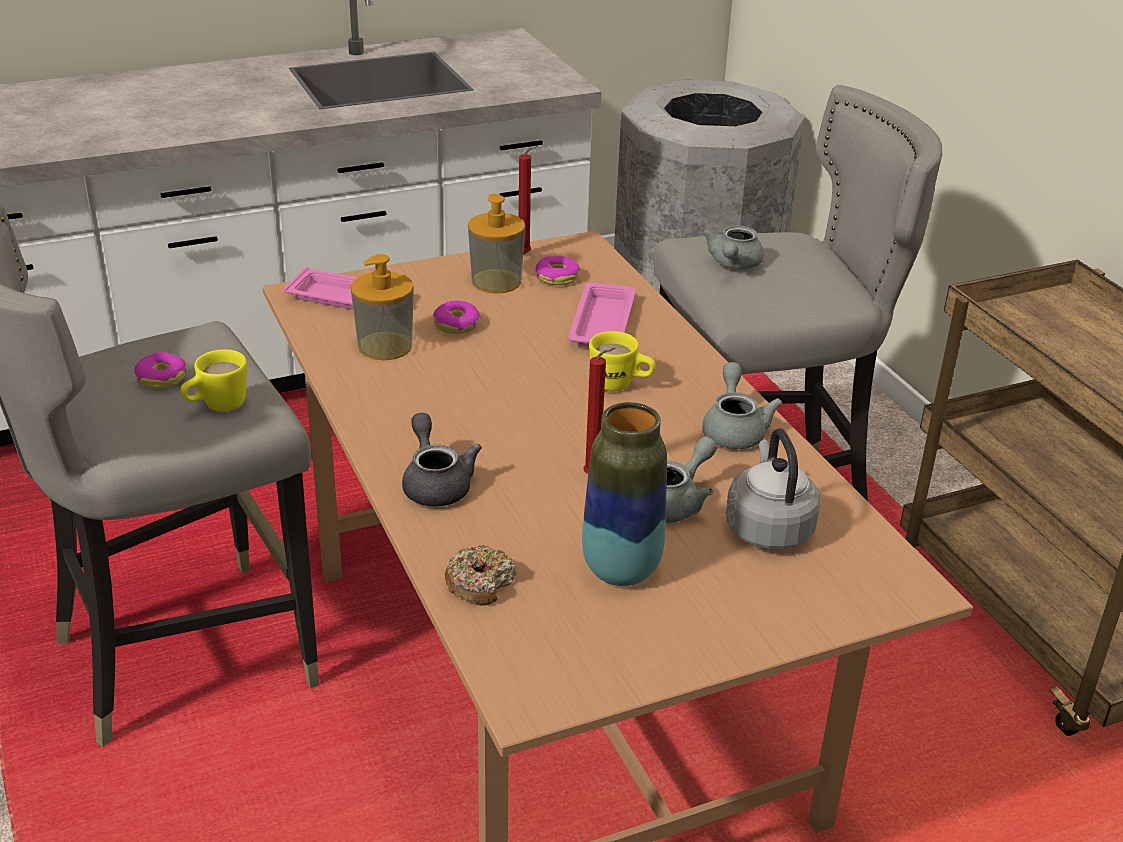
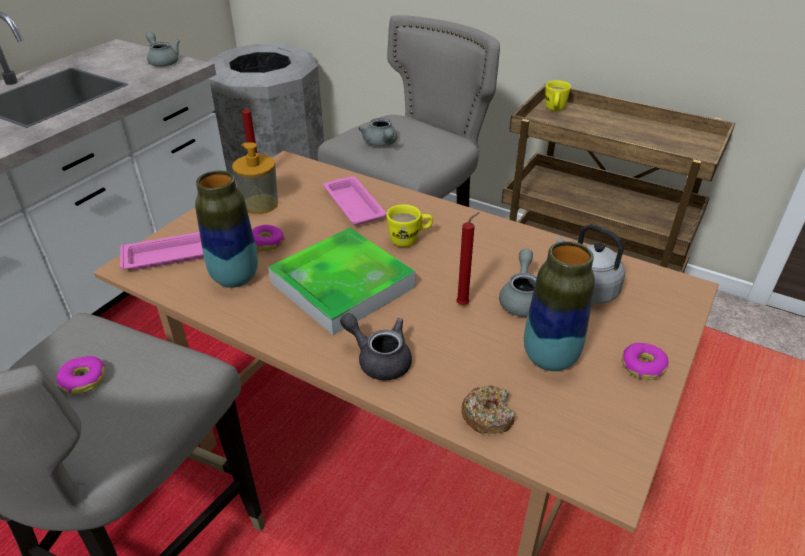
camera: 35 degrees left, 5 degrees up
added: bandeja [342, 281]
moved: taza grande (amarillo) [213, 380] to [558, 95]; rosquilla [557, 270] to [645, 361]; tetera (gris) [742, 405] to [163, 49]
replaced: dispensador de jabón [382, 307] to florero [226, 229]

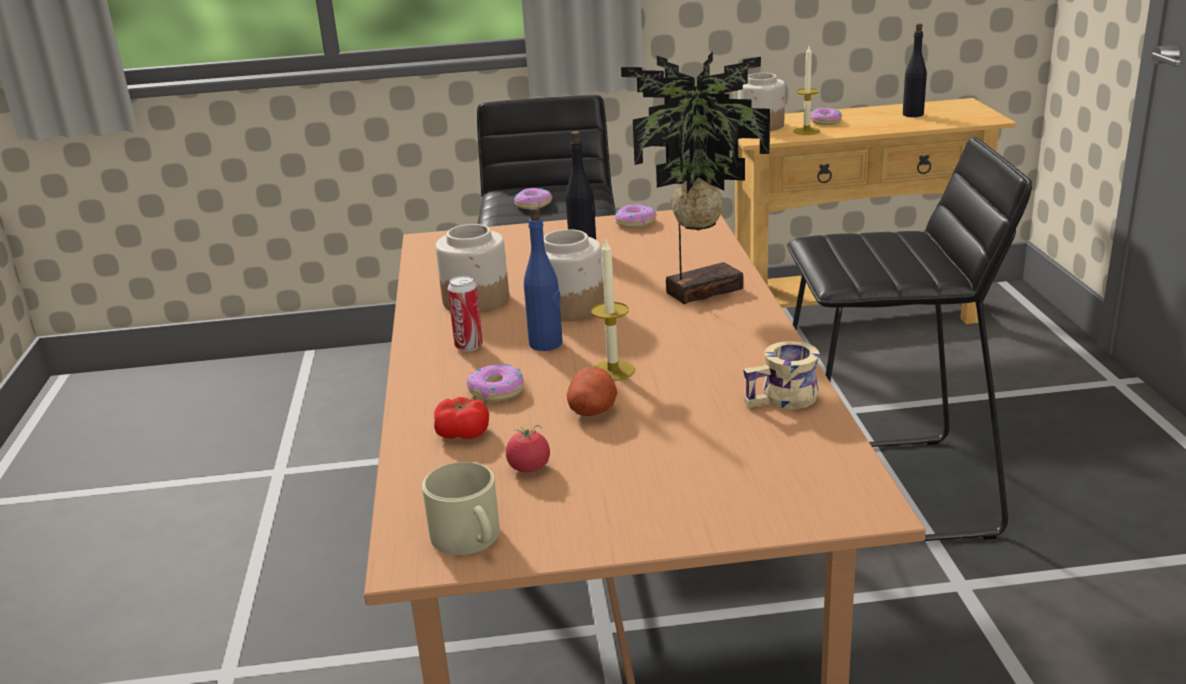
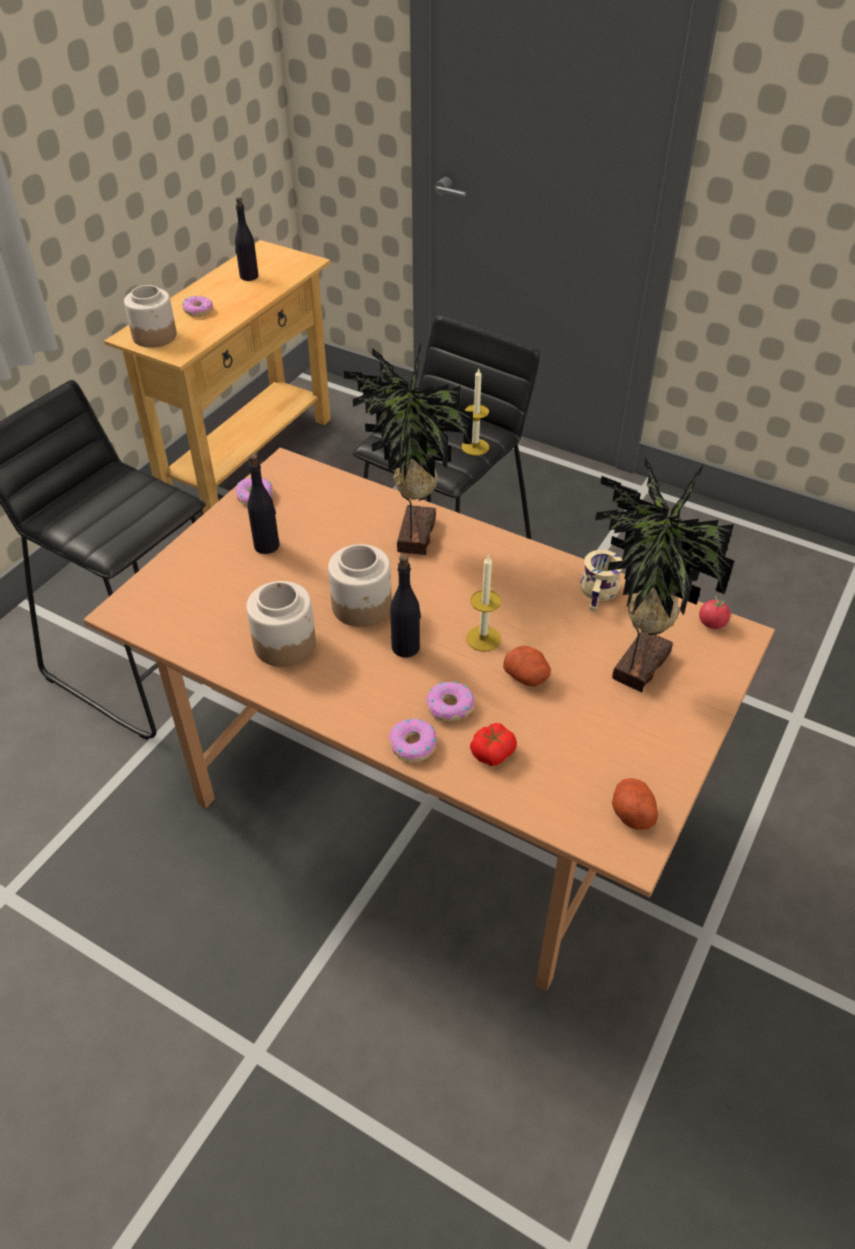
camera: 55 degrees left, 20 degrees up
removed: lata [465, 313]
added: planta en maceta [664, 574]
moved: tomate [528, 448] to [714, 612]; rosquilla [533, 198] to [413, 740]; vela [807, 90] to [475, 412]
replaced: taza grande (beis) [460, 508] to patata [635, 804]
recoloured: botella (azul) [543, 278] to botella (negro) [405, 606]

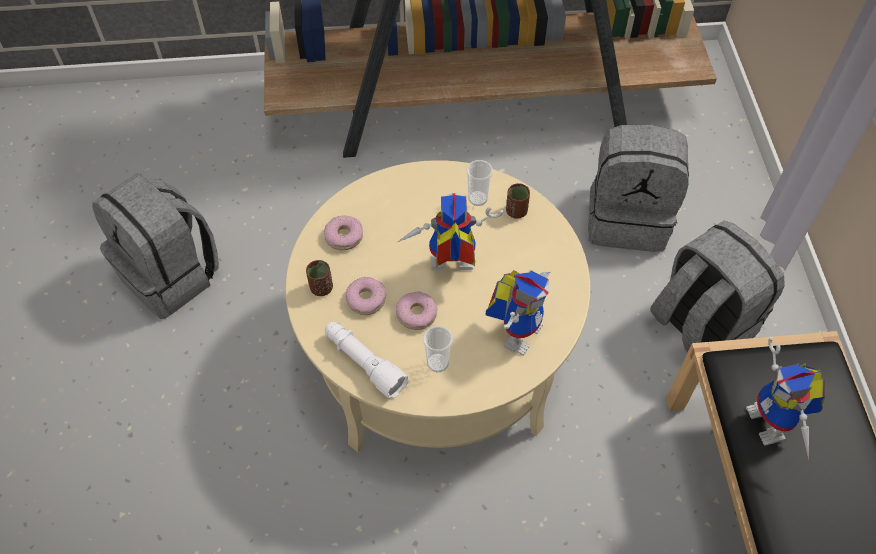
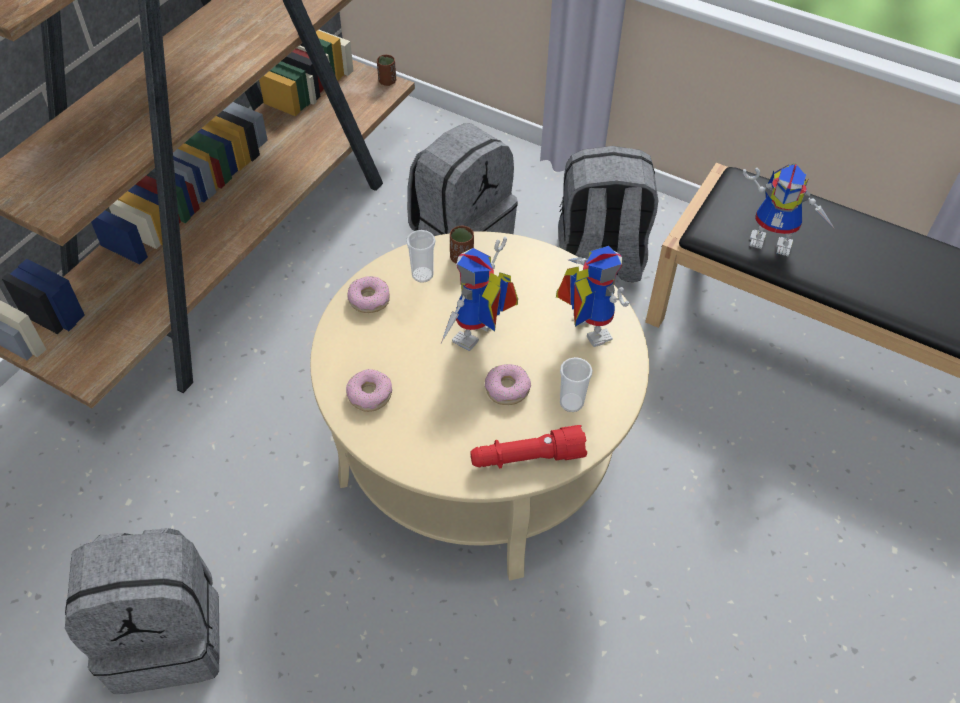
camera: 55 degrees left, 5 degrees down
moved: taza (marrón) [319, 278] to [386, 70]; rosquilla [366, 296] to [368, 294]
recoloured: linterna (blanco) [366, 360] to linterna (rojo) [528, 446]

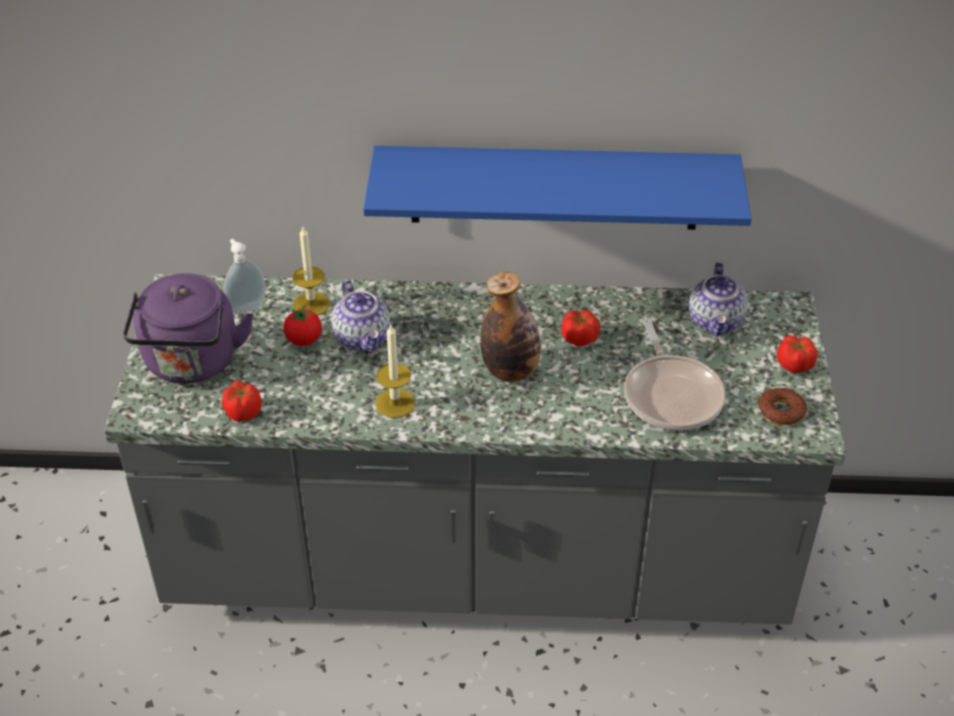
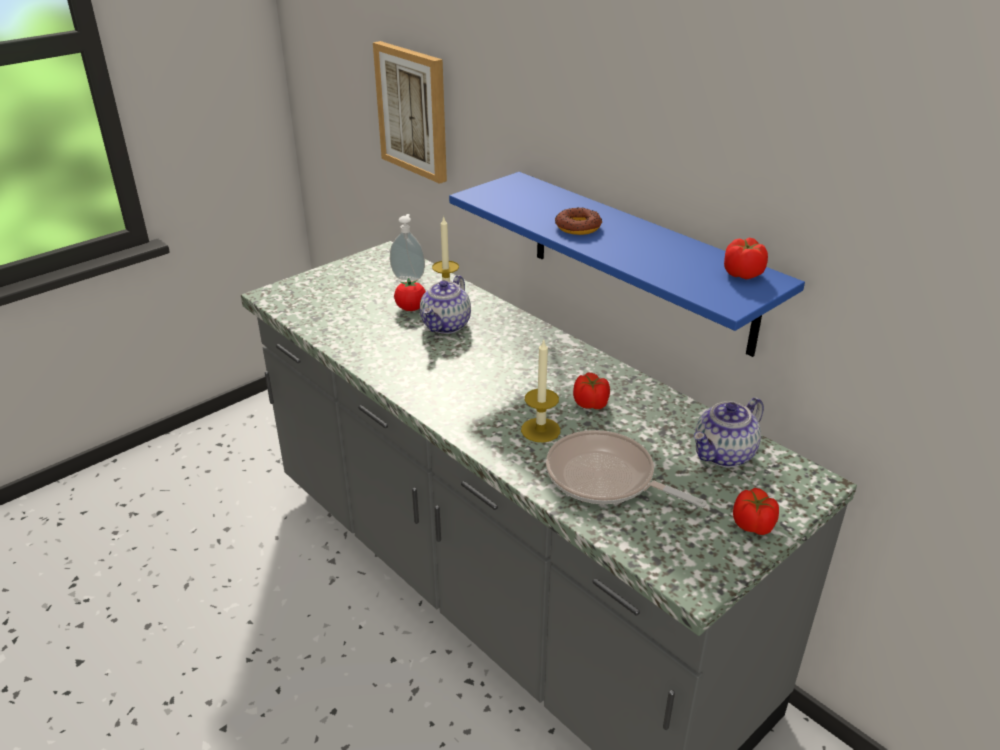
camera: 45 degrees right, 10 degrees down
removed: hervidor (morado) [188, 328]; botella [510, 327]
added: cuadro [410, 112]
moved: tomate [242, 401] to [746, 259]; vela [395, 370] to [540, 391]; rosquilla [782, 406] to [578, 221]
turned: sartén [675, 374] = [626, 469] 90 degrees clockwise

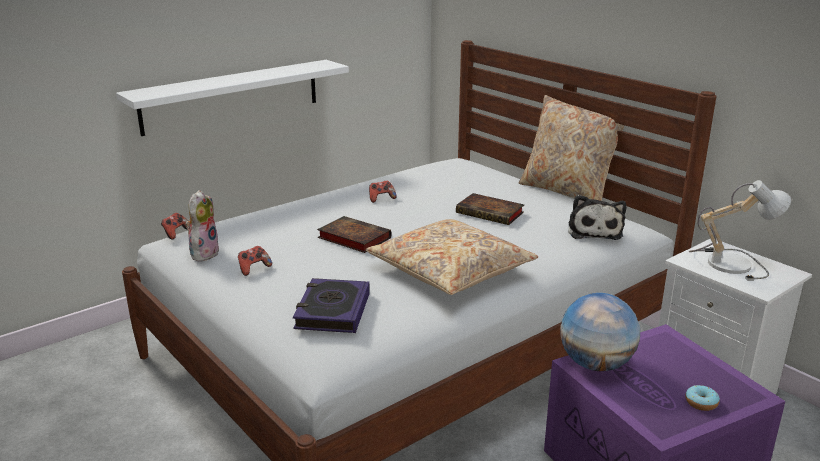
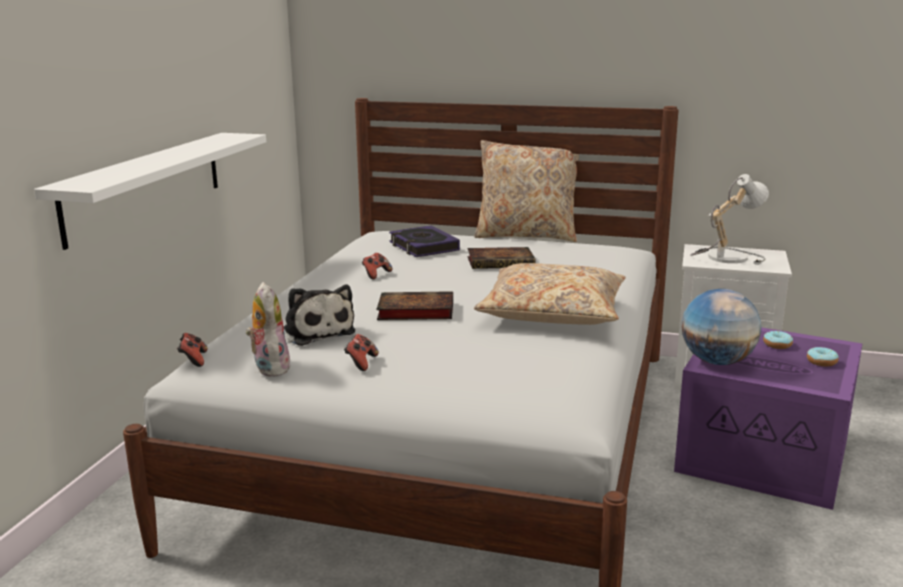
camera: 35 degrees left, 5 degrees down
added: rosquilla [778, 339]
moved: libro [331, 305] to [424, 241]; peluche [597, 217] to [319, 315]

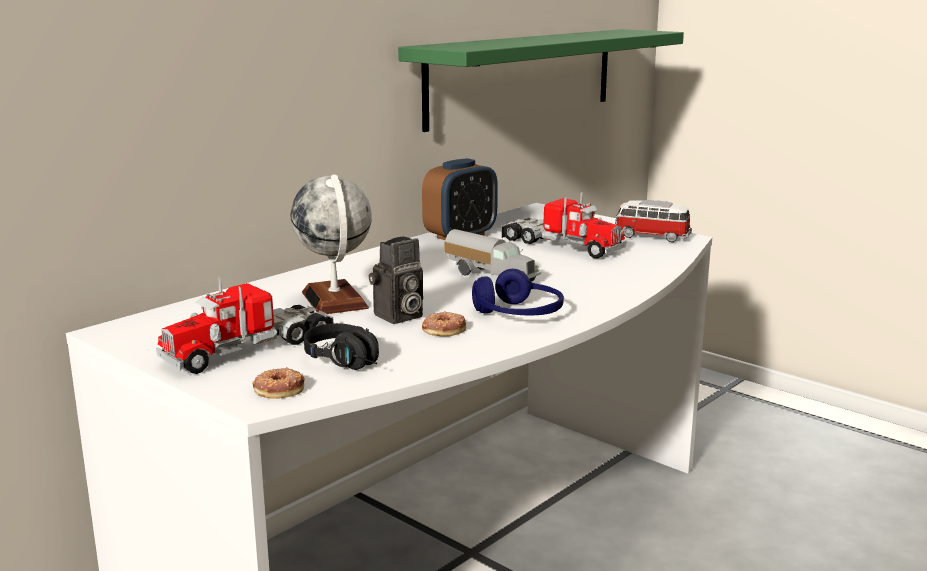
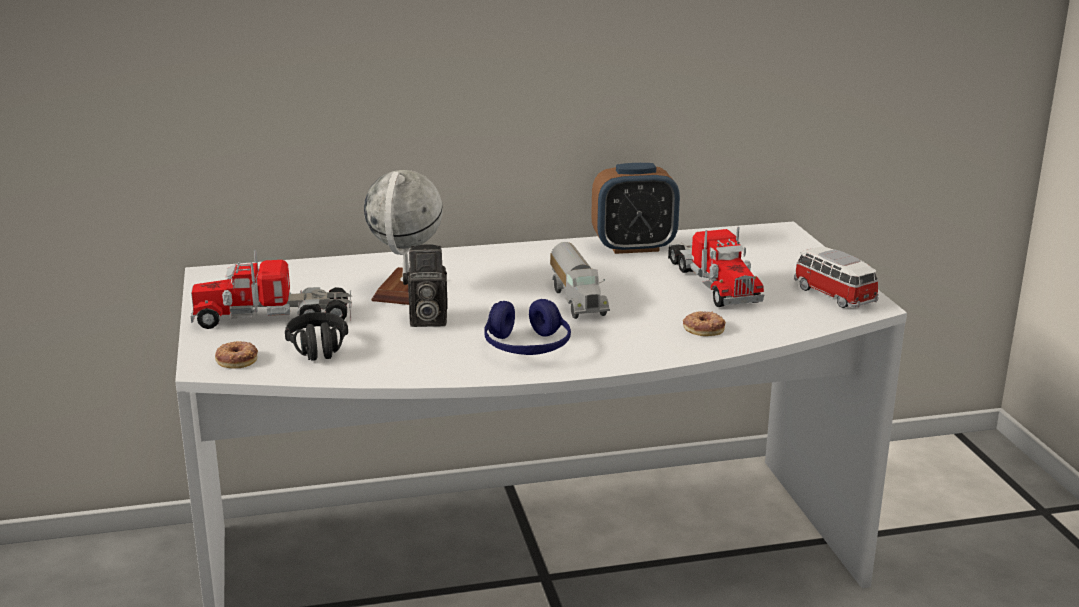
camera: 35 degrees right, 5 degrees up
removed: estante (verde) [541, 80]
moved: rosquilla [444, 323] to [704, 323]

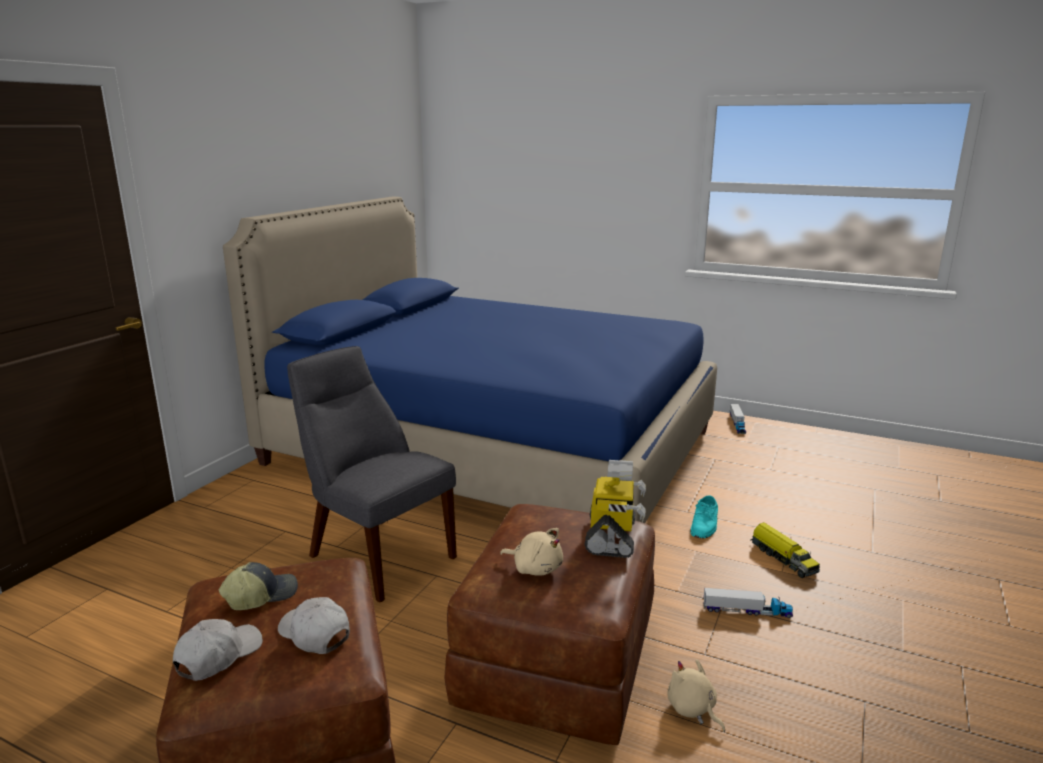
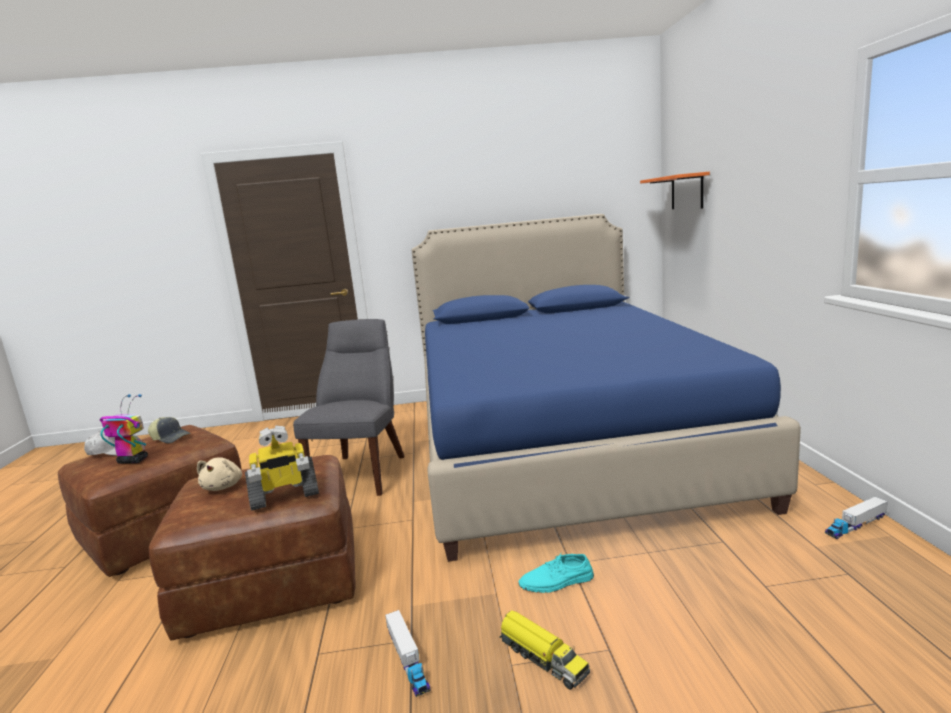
camera: 60 degrees right, 5 degrees down
removed: peluche (beis) [696, 695]
added: estante (naranja) [675, 190]
replaced: gorra (blanco) [314, 625] to robot de juguete [124, 429]
turned: camión de juguete [785, 550] = [545, 650] 75 degrees counterclockwise

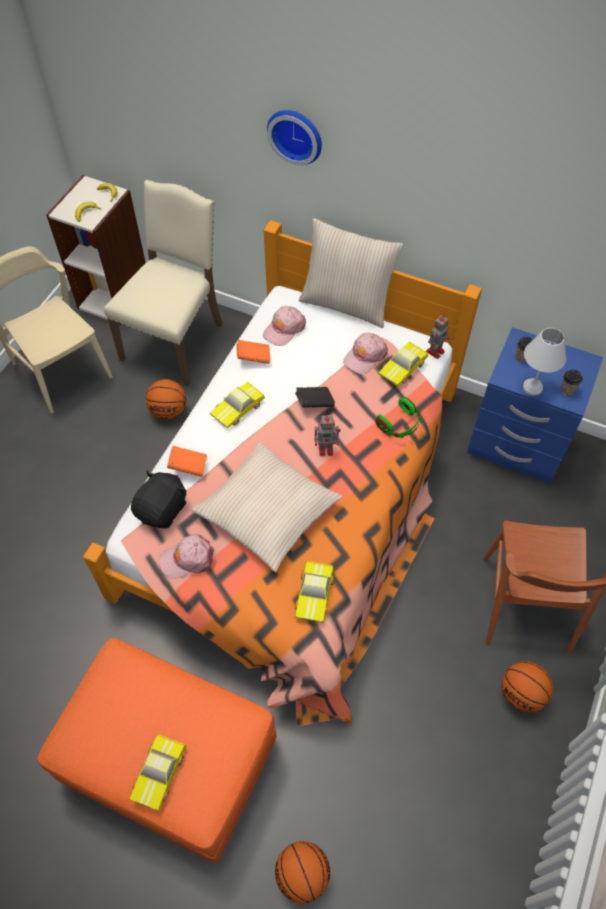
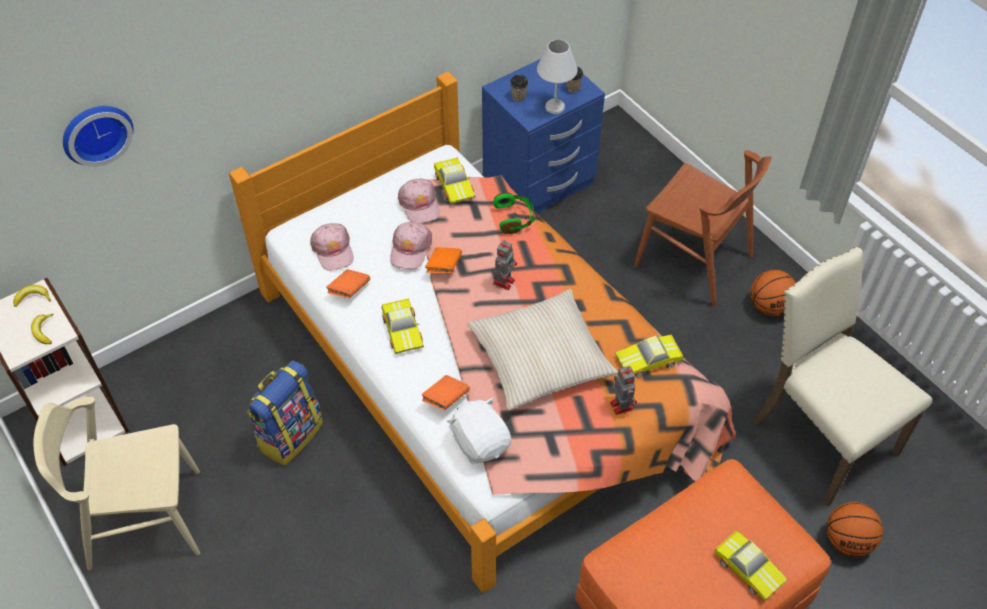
camera: 60 degrees left, 5 degrees down
removed: cojín (beis) [351, 273]
moved: silla (beis) [163, 283] to [842, 377]; gorra (rosa) [187, 556] to [411, 245]; reloj de pared [294, 137] to [98, 136]; robot de juguete [438, 337] to [623, 390]
replaced: balón de baloncesto [166, 399] to mochila [285, 413]
recoloured: peluche (negro) [159, 500] to peluche (blanco) [479, 431]; libro (negro) [315, 397] to libro (naranja) [443, 260]
turned: coche de juguete [314, 592] = [649, 356] 120 degrees clockwise

